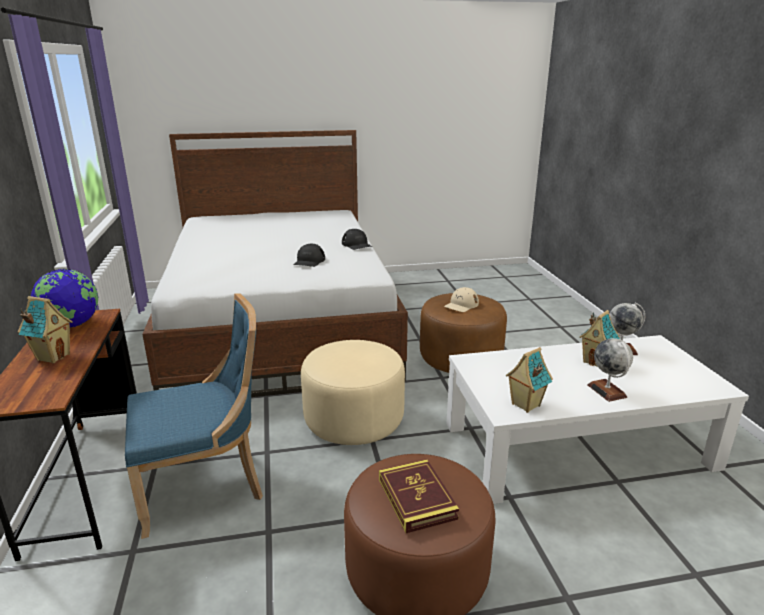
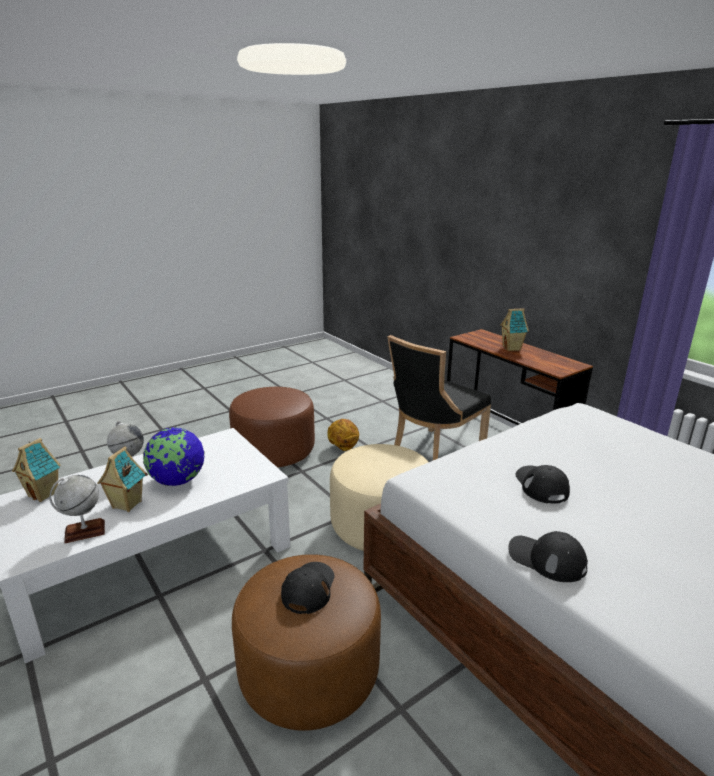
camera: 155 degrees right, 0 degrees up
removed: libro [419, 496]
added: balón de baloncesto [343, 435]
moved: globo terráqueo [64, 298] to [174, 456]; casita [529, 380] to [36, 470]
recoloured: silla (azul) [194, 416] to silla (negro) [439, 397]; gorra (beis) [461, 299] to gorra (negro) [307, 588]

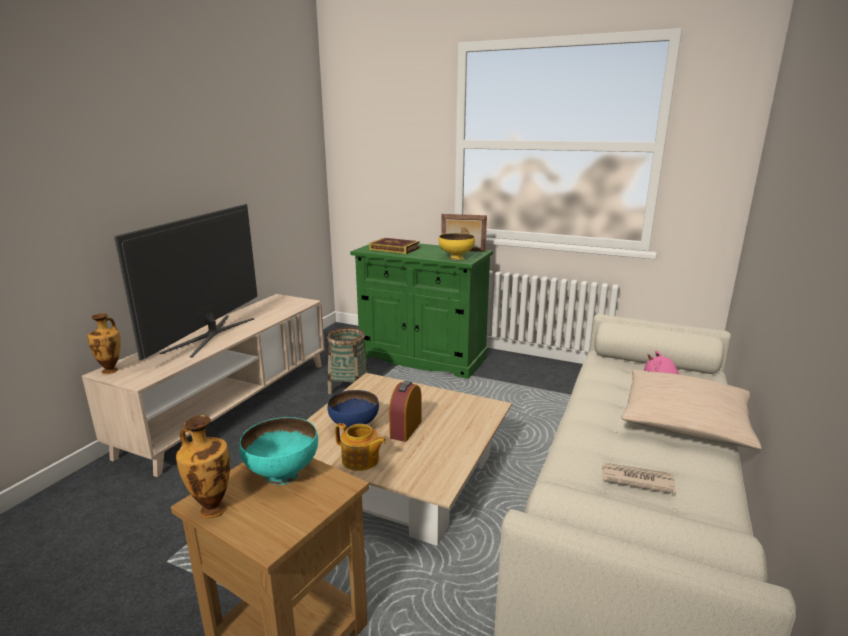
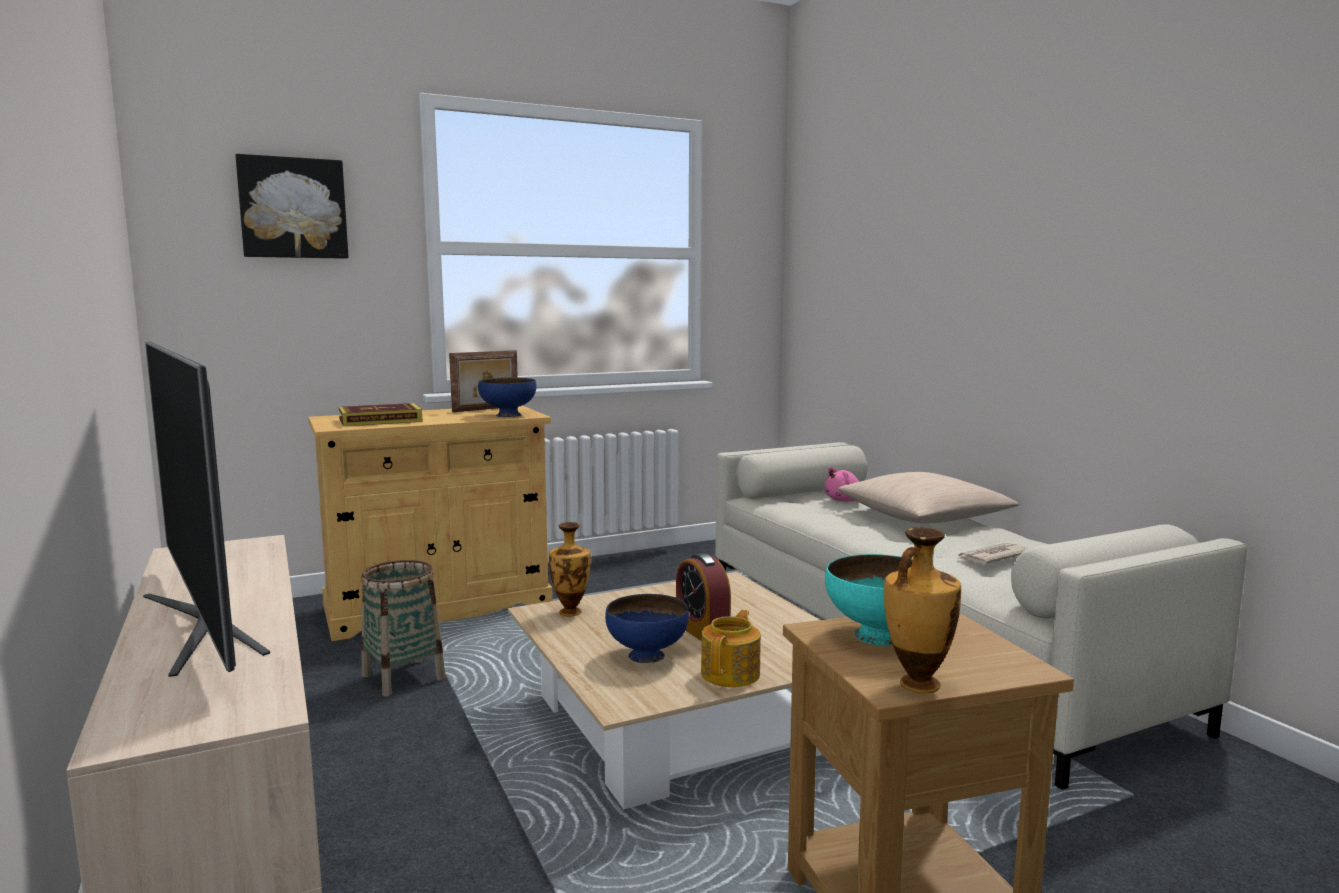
camera: 50 degrees left, 10 degrees down
added: cuadro [292, 206]
moved: florero [104, 343] to [570, 569]
recoloured: armario (verde) [421, 311] to armario (beis) [430, 523]; cuenco (amarillo) [457, 246] to cuenco (azul) [507, 397]
turned: tetera [361, 447] = [731, 648] 45 degrees counterclockwise

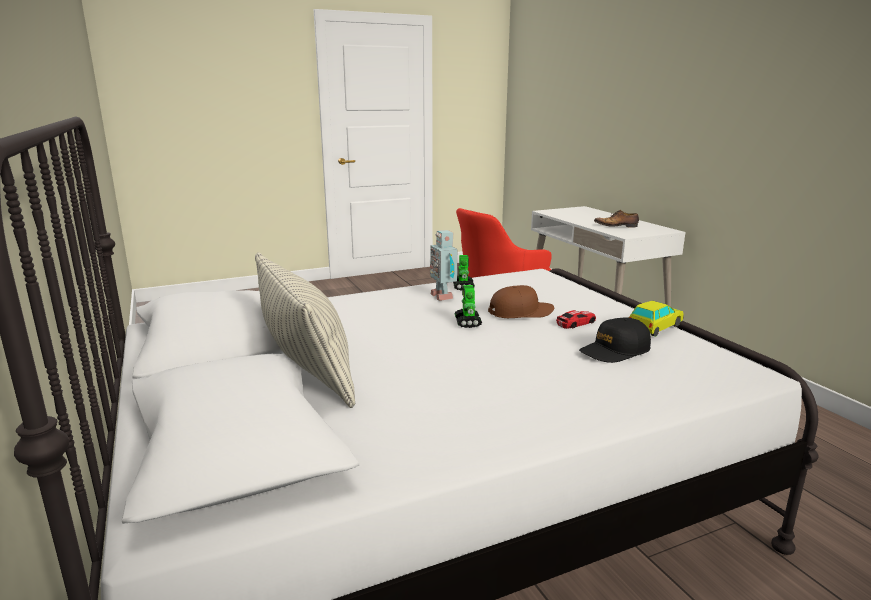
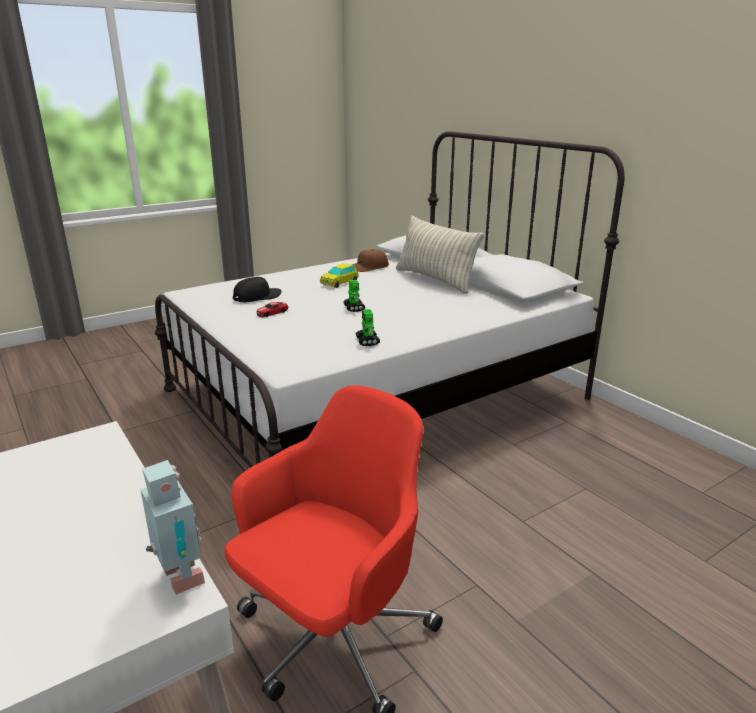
camera: 170 degrees right, 5 degrees up
removed: zapato [616, 218]
moved: robot de juguete [443, 265] to [173, 527]; gorra (marrón) [521, 301] to [370, 260]; coche de juguete [656, 319] to [339, 275]

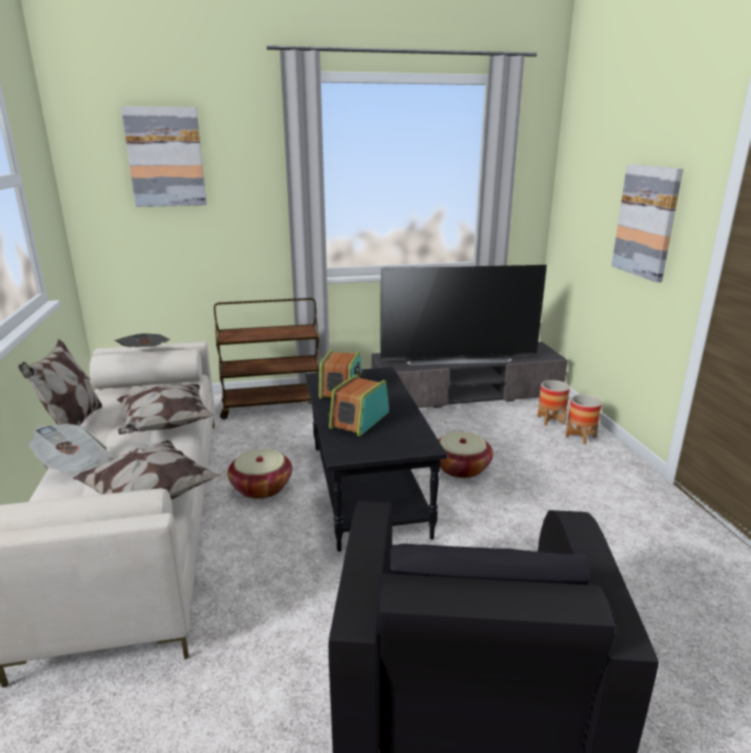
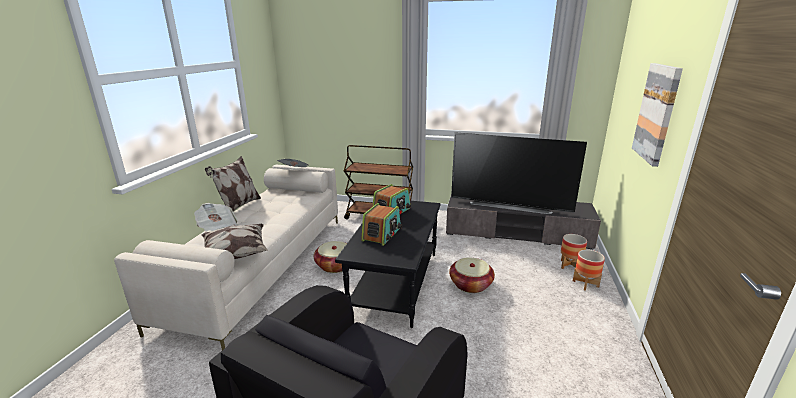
camera: 25 degrees right, 0 degrees up
removed: cojín [166, 409]; cuadro [164, 156]
turned: radio [358, 405] = [381, 224] 150 degrees clockwise

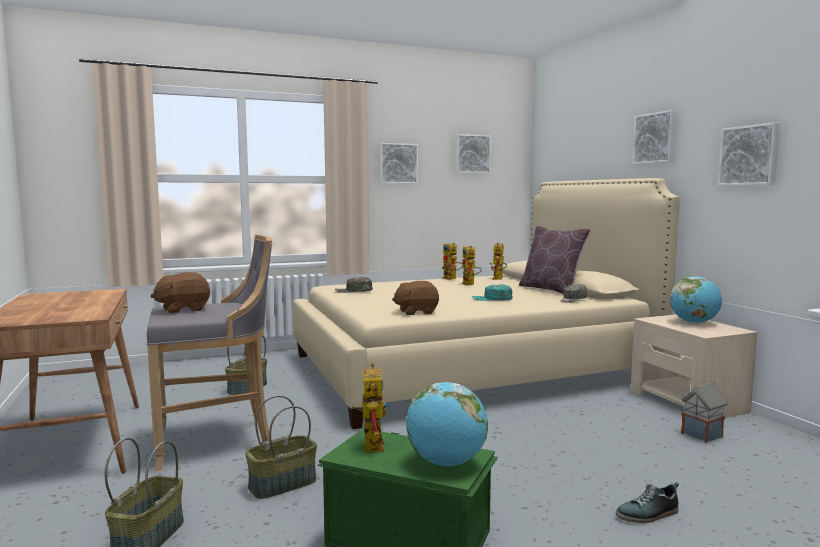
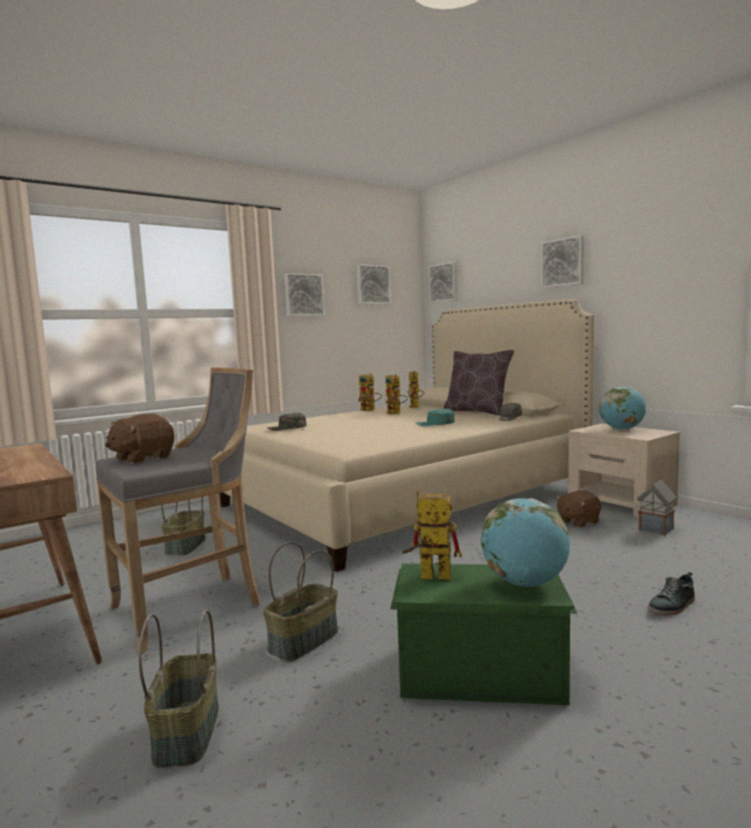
camera: 15 degrees left, 0 degrees up
moved: peluche (marrón) [415, 298] to [578, 509]; cuadro [749, 154] to [443, 282]
turned: robot de juguete [370, 408] = [432, 535] 60 degrees counterclockwise

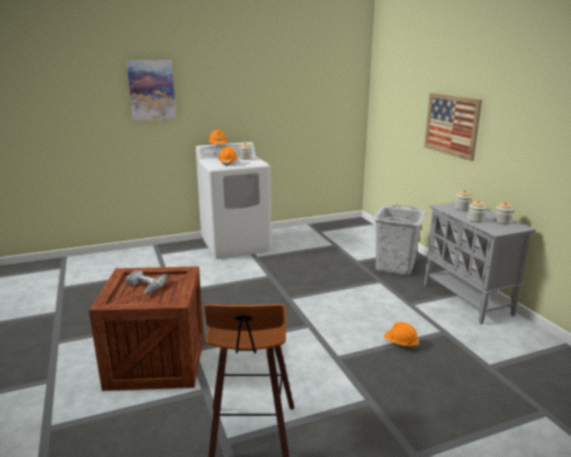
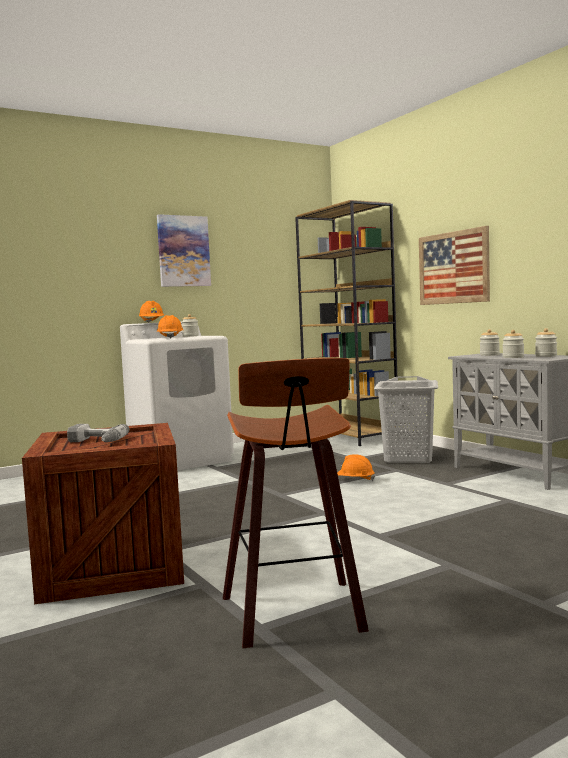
camera: 10 degrees left, 15 degrees down
added: estantería (marrón) [346, 323]
moved: cuadro [151, 90] to [184, 250]; casco (naranja) [401, 335] to [356, 467]

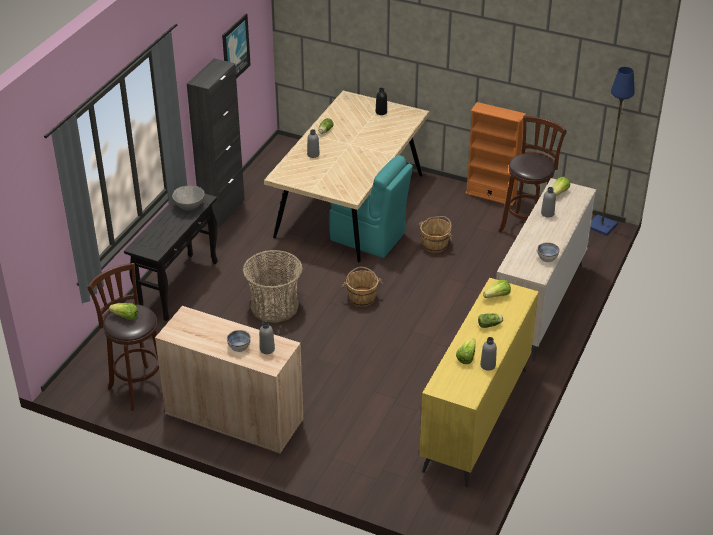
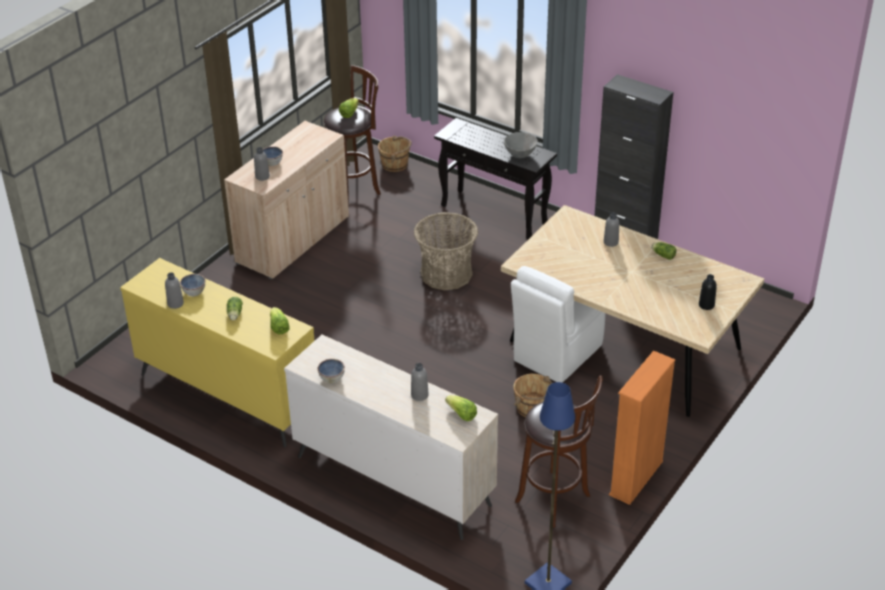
camera: 100 degrees right, 0 degrees up
removed: cuadro [236, 46]
moved: cubo (marrón) [362, 287] to [395, 154]
replaced: lechuga [465, 351] to cuenco [192, 285]
recoloured: silla (turquesa) [371, 206] to silla (blanco) [558, 324]

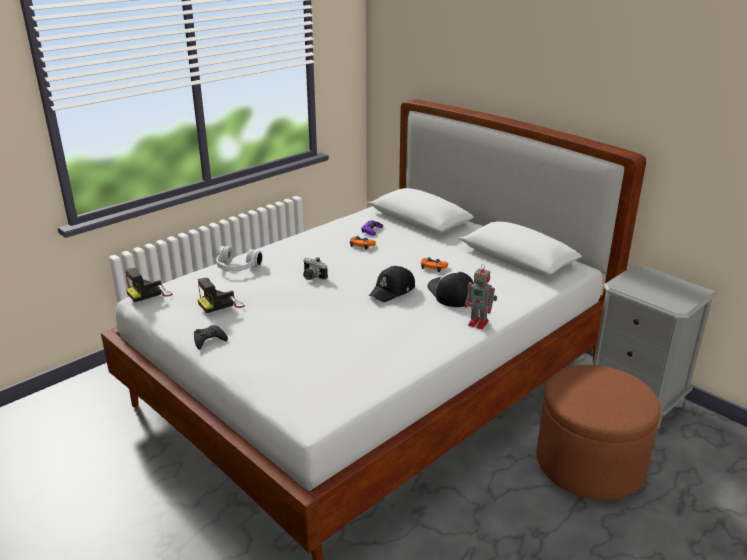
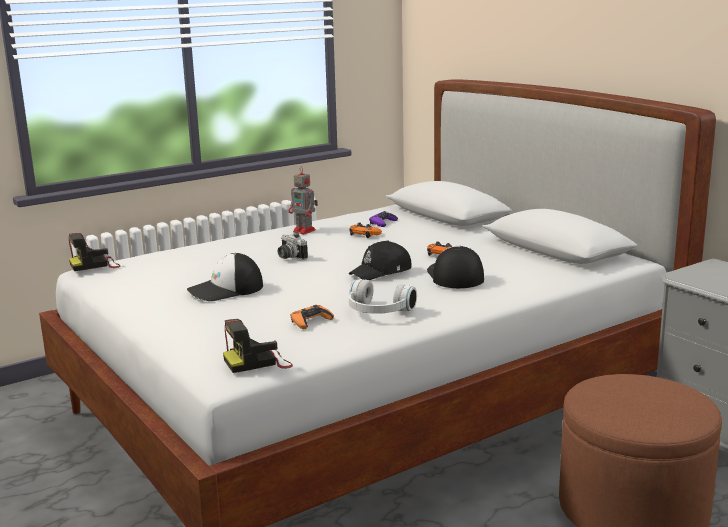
camera: 10 degrees right, 10 degrees down
removed: mando de consola (negro) [211, 337]
added: gorra [225, 277]; mando de consola (naranja) [312, 317]
moved: cámara [221, 295] to [258, 346]; auriculares (blanco) [239, 258] to [383, 296]; robot de juguete [481, 296] to [303, 200]

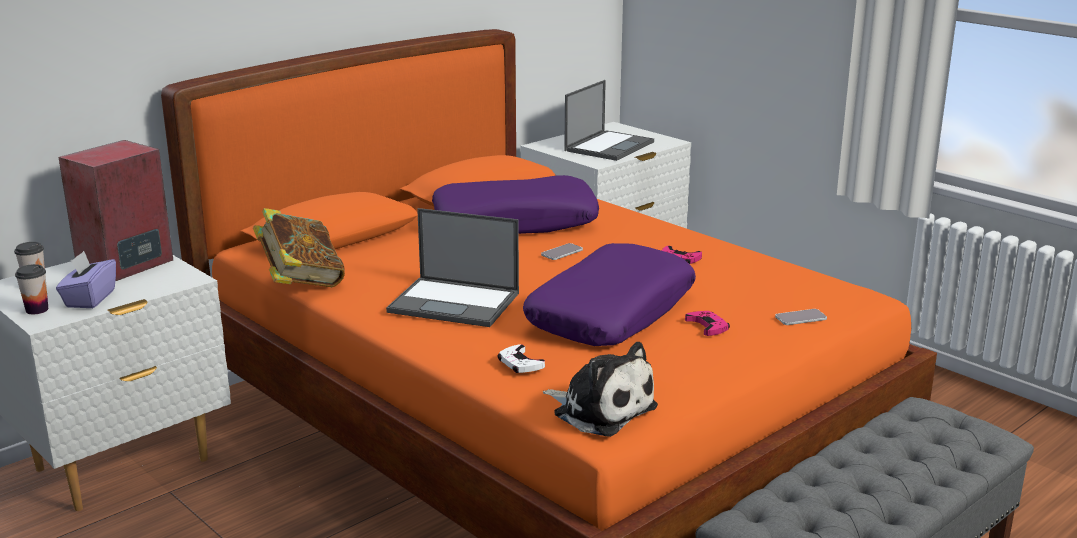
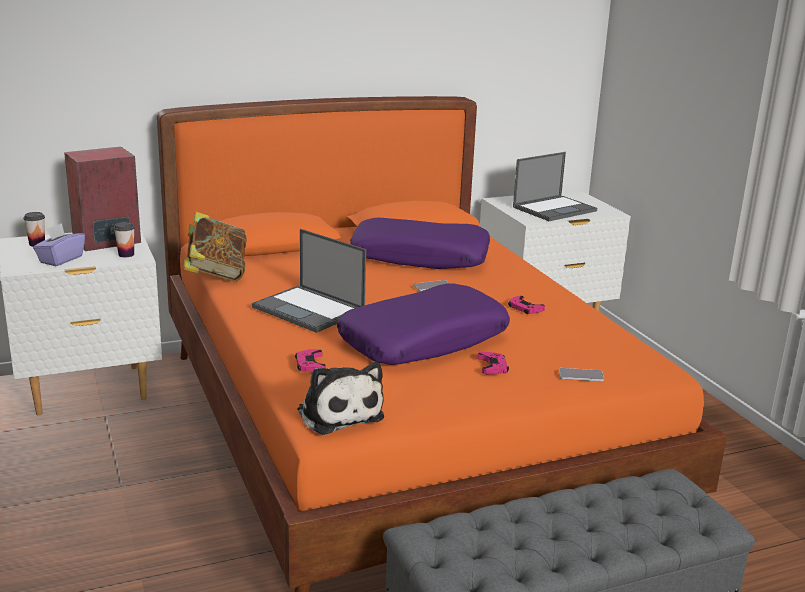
camera: 20 degrees right, 0 degrees up
moved: taza [31, 289] to [124, 239]
recoloured: mando de consola (blanco) [521, 358] to mando de consola (rosa) [310, 360]

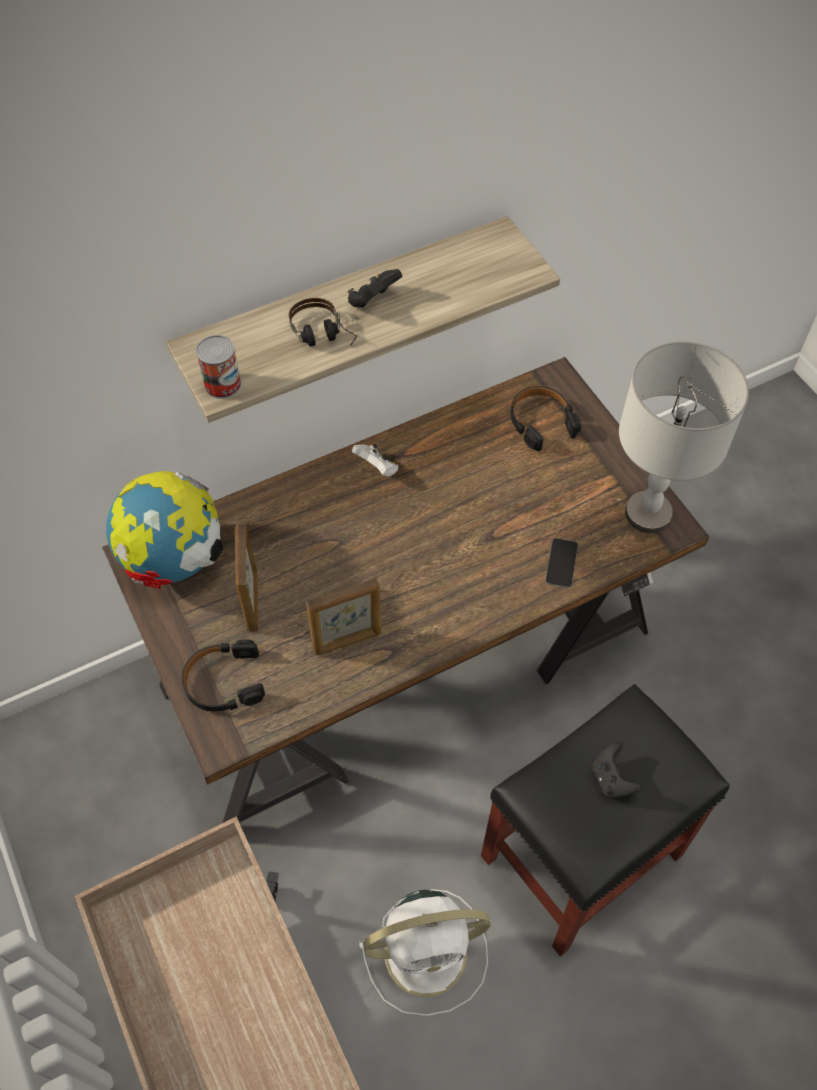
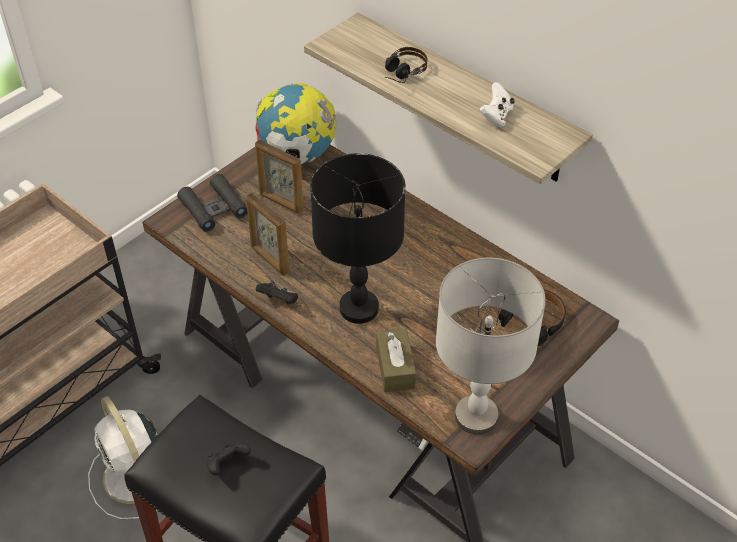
camera: 70 degrees right, 10 degrees down
removed: lata [218, 367]
added: lámpara de mesa (negro) [357, 238]
moved: mando de consola (negro) [375, 288] to [277, 292]; mando de consola (blanco) [375, 459] to [497, 104]
replaced: auriculares (negro) [223, 675] to prismáticos (negro) [212, 203]; móvil [561, 563] to caja de pañuelos (marrón) [396, 360]
turned: portarretratos [247, 577] = [279, 177] 120 degrees counterclockwise

